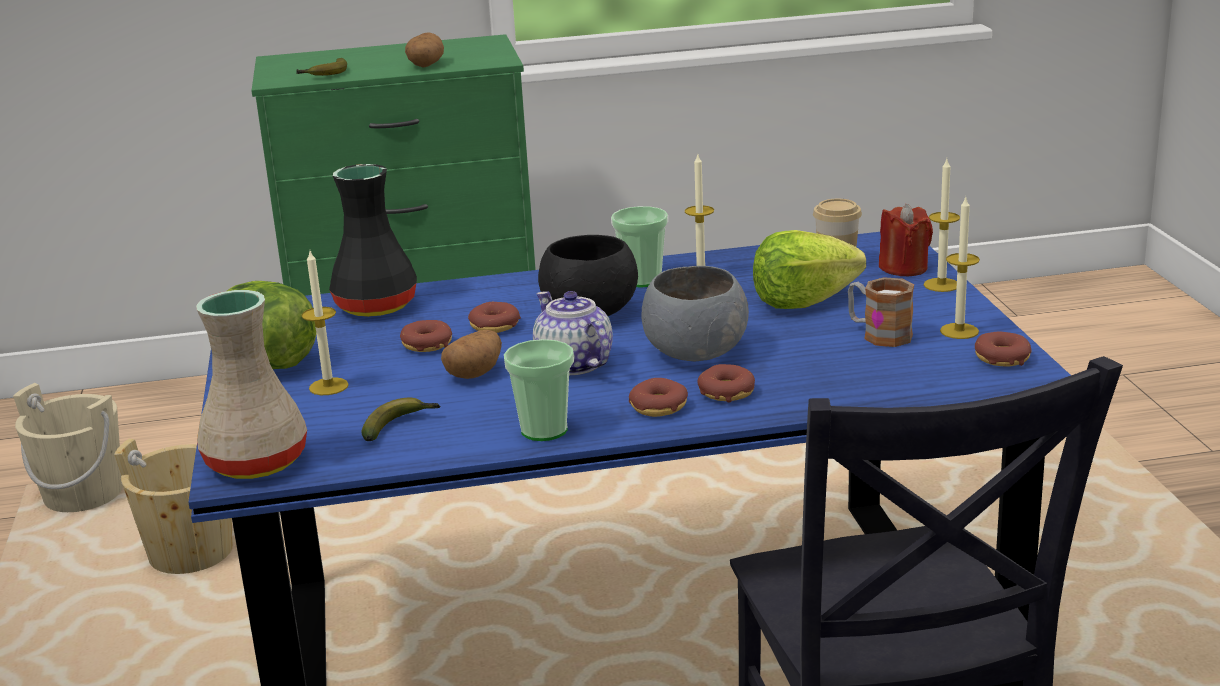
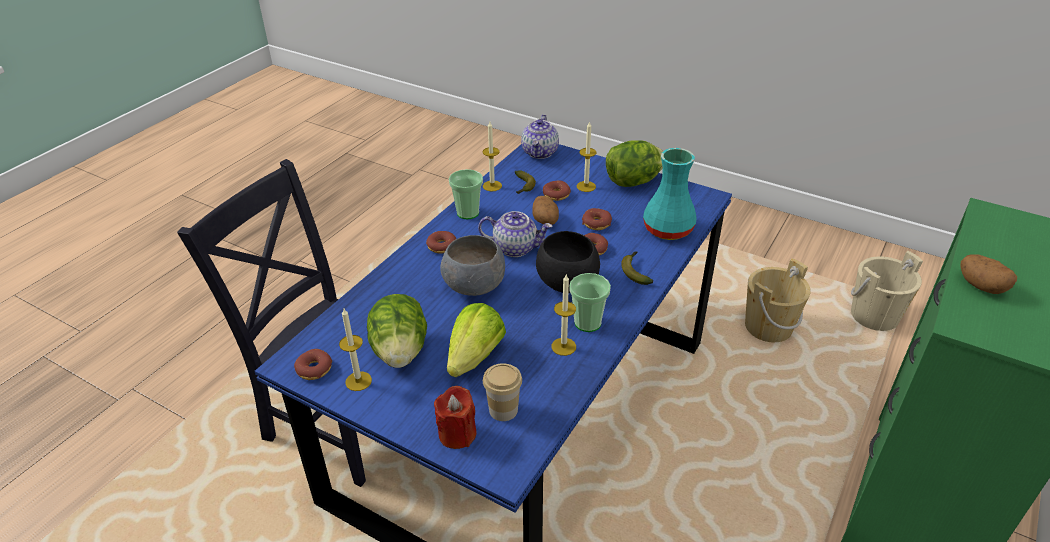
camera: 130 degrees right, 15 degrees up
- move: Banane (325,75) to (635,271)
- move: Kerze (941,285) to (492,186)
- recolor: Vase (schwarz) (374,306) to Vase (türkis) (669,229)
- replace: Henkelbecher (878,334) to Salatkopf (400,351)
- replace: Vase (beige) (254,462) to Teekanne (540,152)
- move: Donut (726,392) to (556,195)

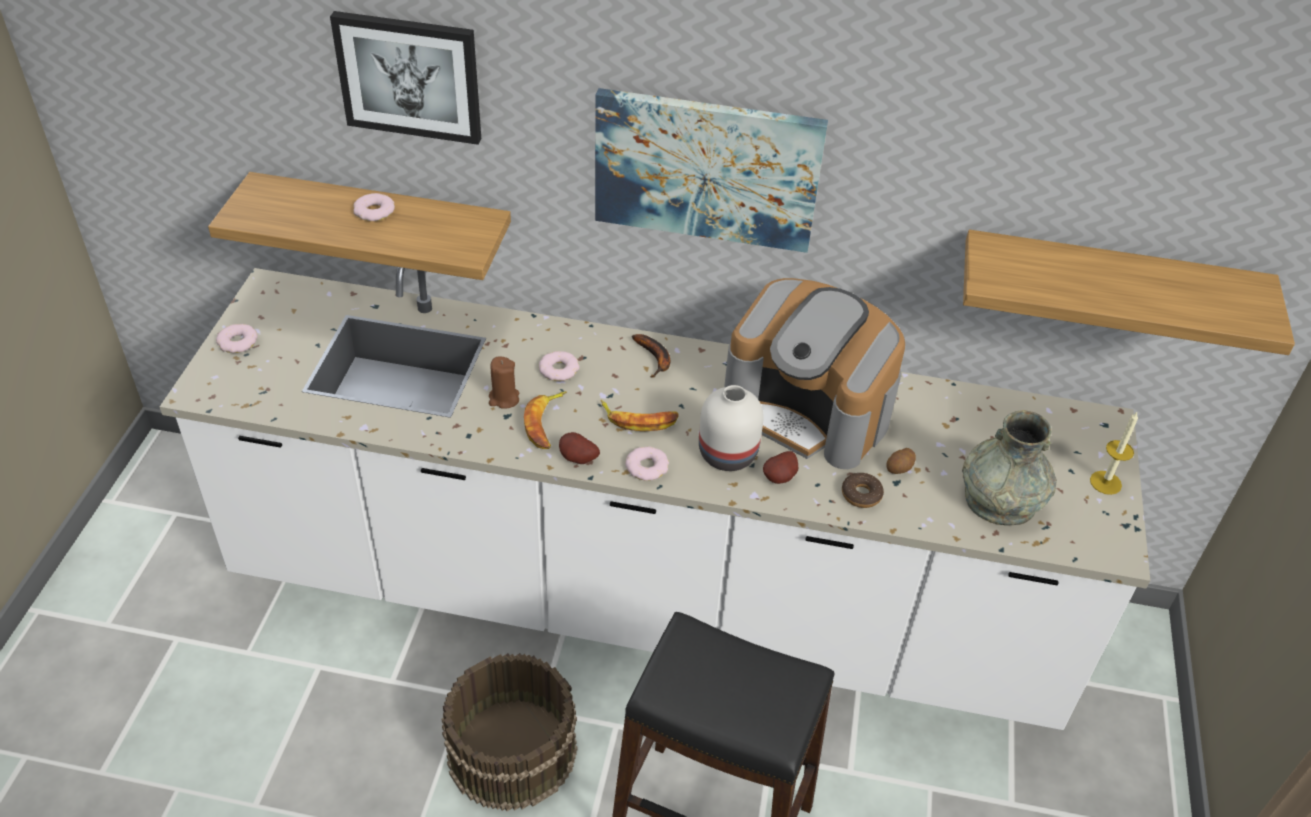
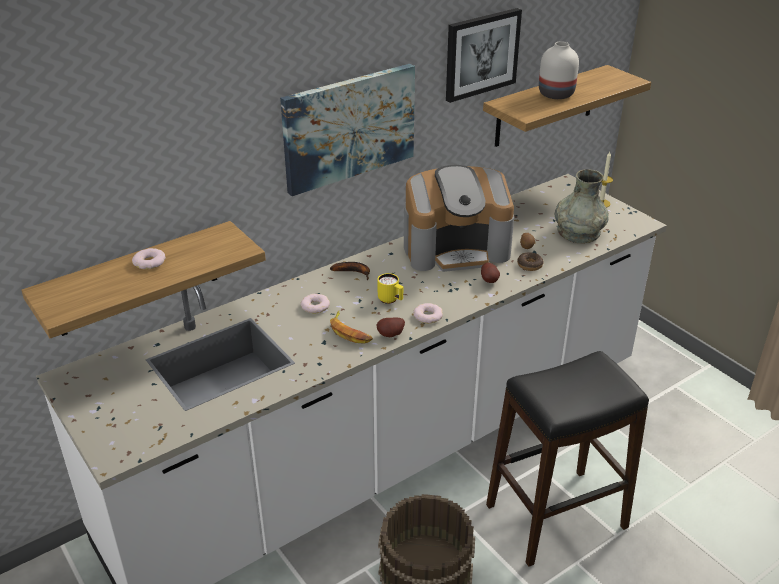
camera: 45 degrees left, 10 degrees down
- move: Bild (409,76) to (481,54)
- delete: Donut (238,342)
- delete: Kerze (braun) (504,399)
- move: Vase (weiß) (728,455) to (557,94)
- replace: Banane (639,419) to Henkelbecher (gelb) (391,300)

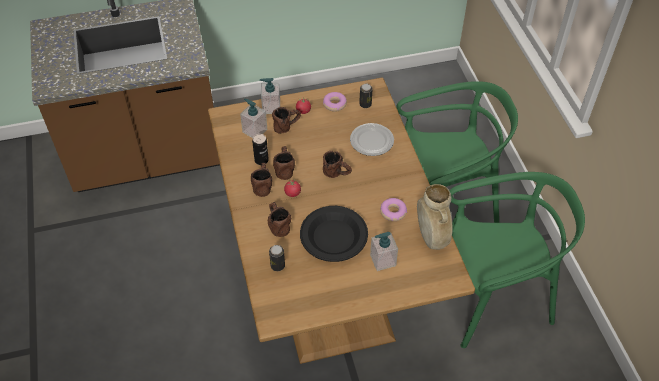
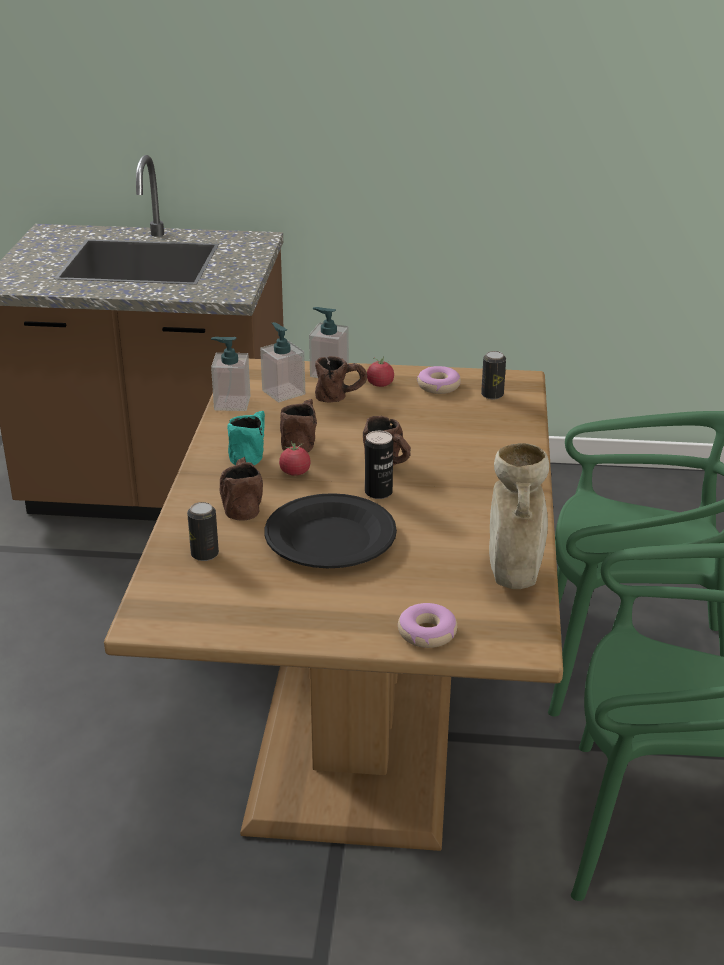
camera: 20 degrees right, 20 degrees down
- delete: Teller (372,141)
- move: Dose (261,160) to (378,492)
- recolor: Henkelbecher (braun) (262,185) to Henkelbecher (türkis) (251,454)
- move: Donut (393,212) to (427,633)
- move: Seifenspender (382,260) to (232,403)

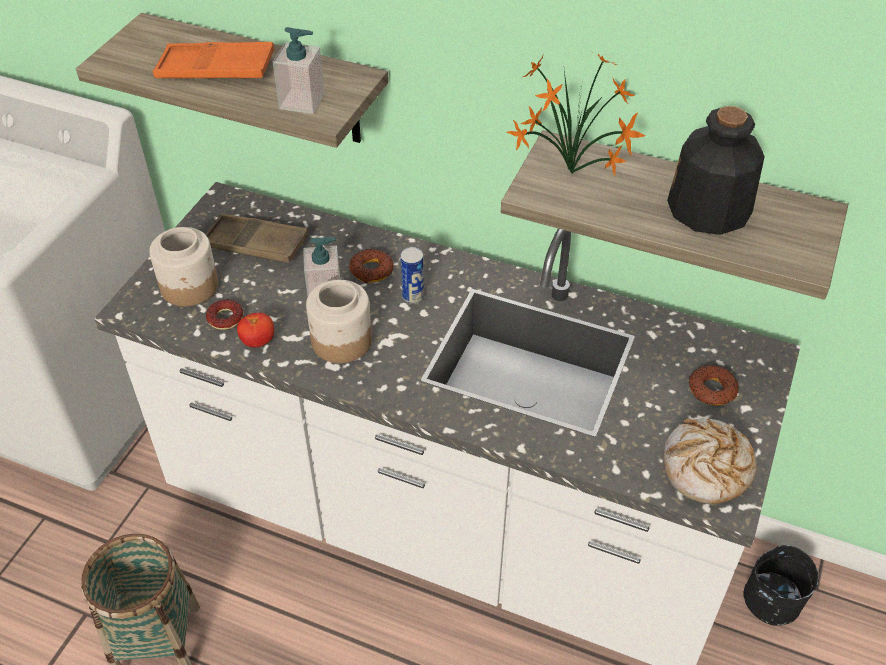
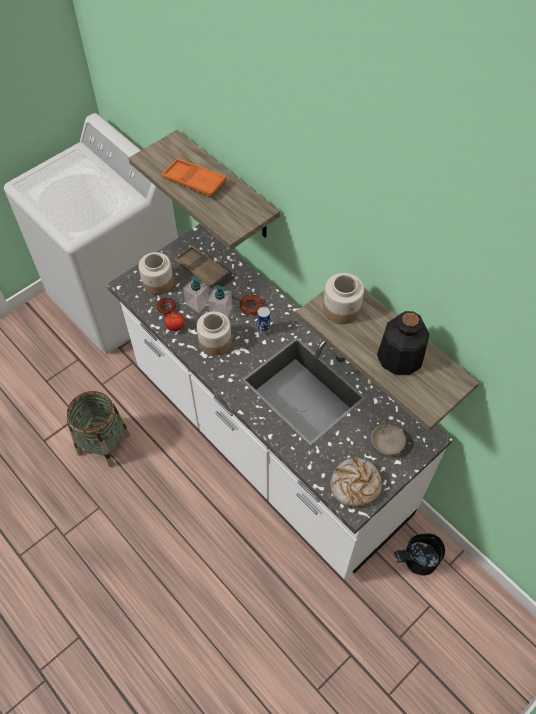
camera: 25 degrees right, 10 degrees up
- move: Seifenspender (302,101) to (198,303)
- replace: Topfpflanze (572,176) to Vorratsglas (342,309)
- replace: Donut (711,390) to Schüssel (beige) (386,444)

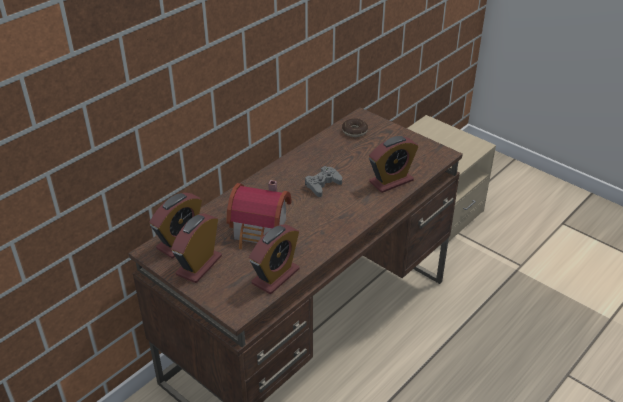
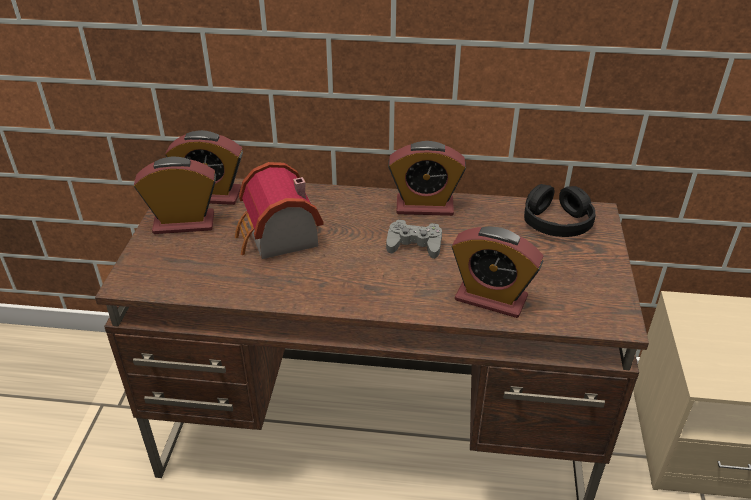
camera: 55 degrees right, 0 degrees up
- replace: Donut (354,131) to Kopfhörer (schwarz) (556,221)
- move: Wecker (275,276) to (424,206)

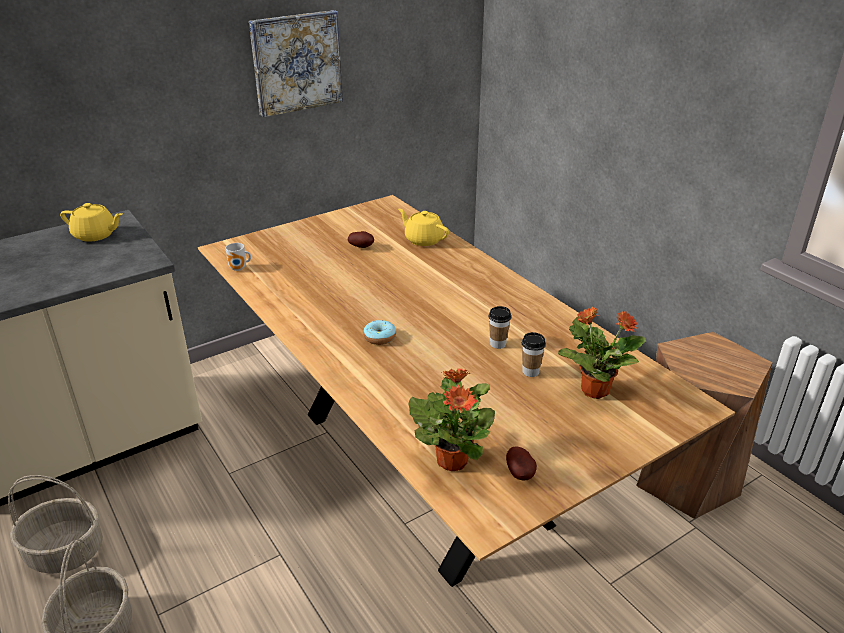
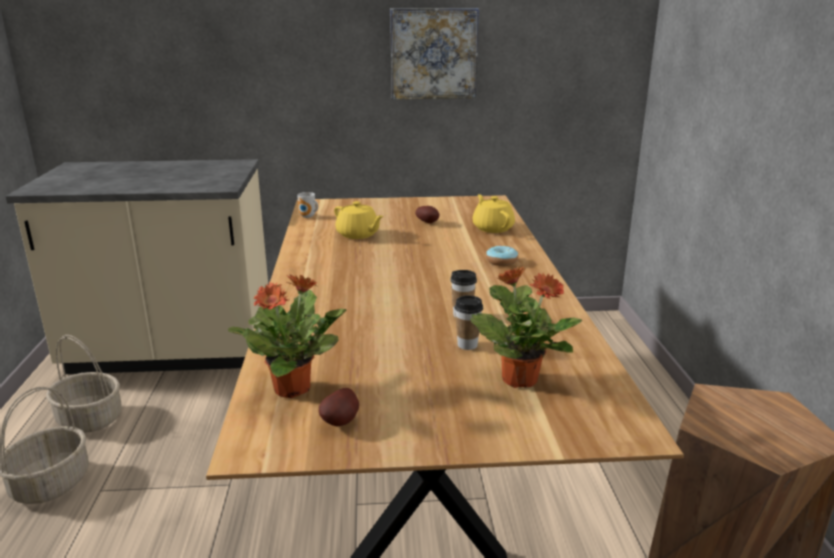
camera: 30 degrees right, 10 degrees down
- move: Teekanne (gelb) (96,235) to (358,235)
- move: Donut (379,337) to (501,262)

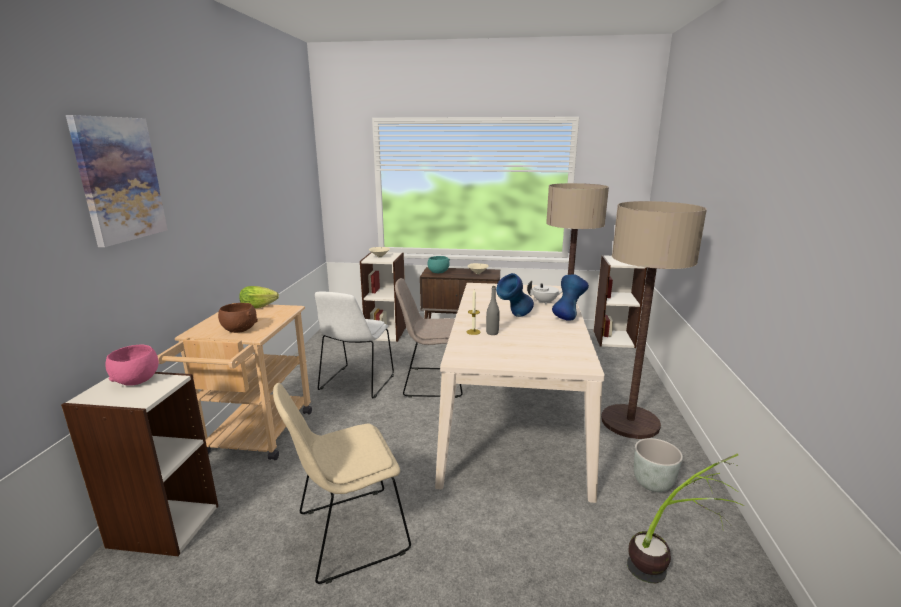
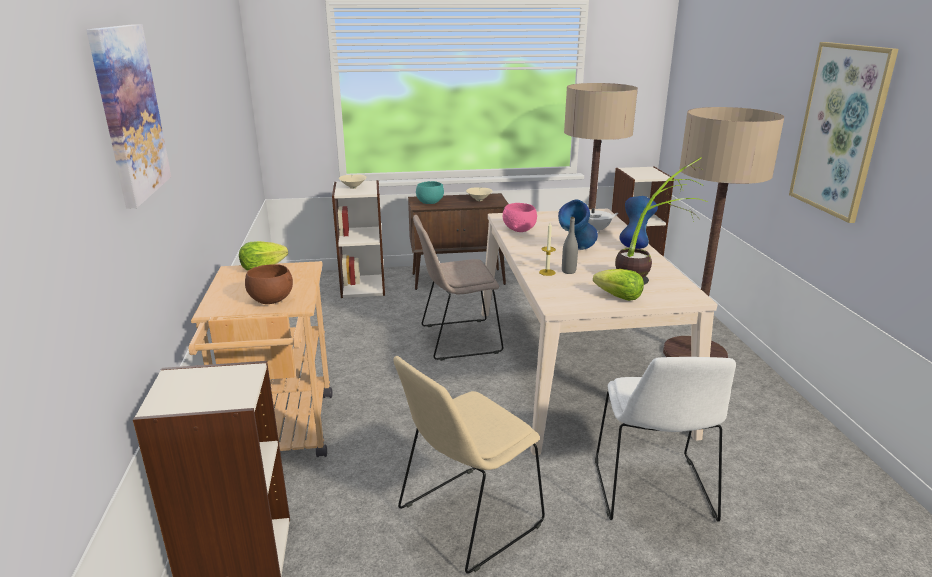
camera: 15 degrees left, 5 degrees up
- move: Stuhl (weiß) (356,383) to (653,492)
- move: Schüssel (rosa) (137,380) to (520,230)
- delete: Pflanzkübel (grau) (653,484)
- move: Topfpflanze (668,566) to (649,276)
- insert: Bild (840,130)
- insert: Salatkopf (619,297)

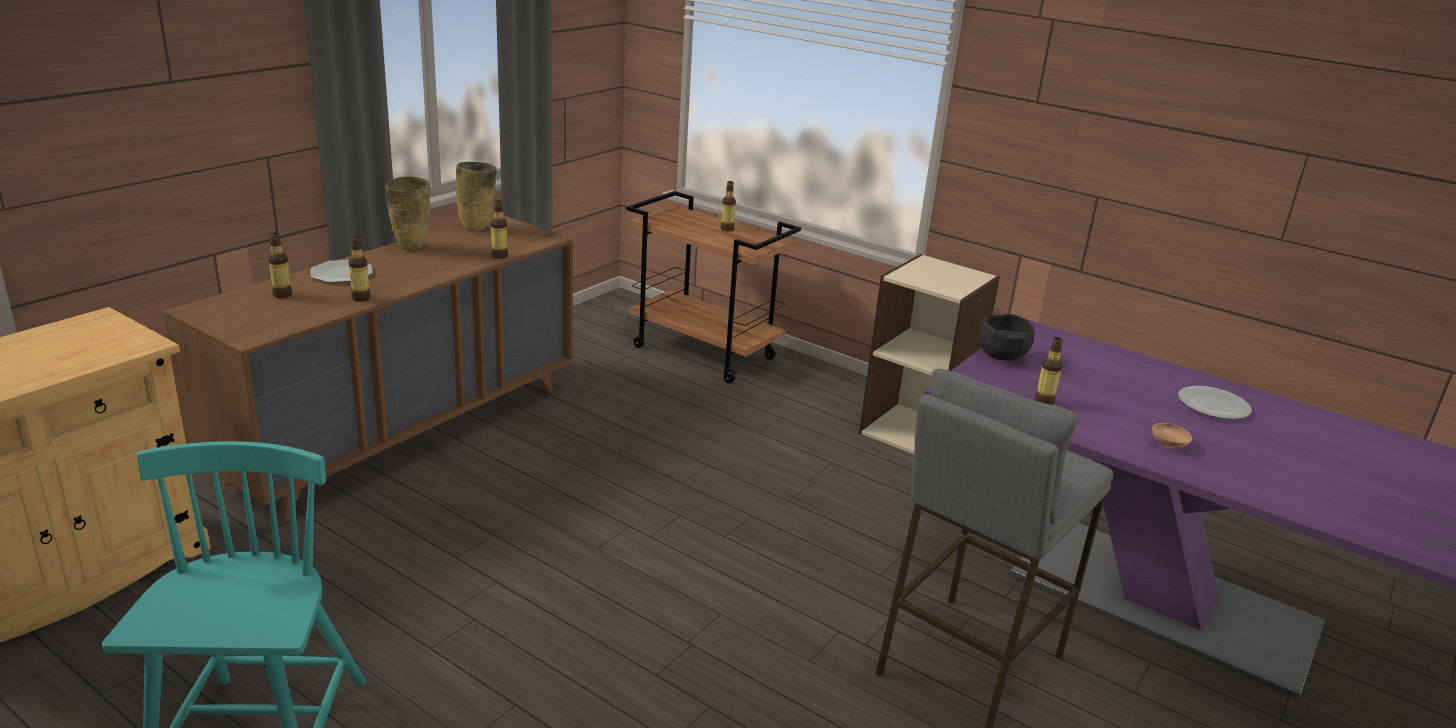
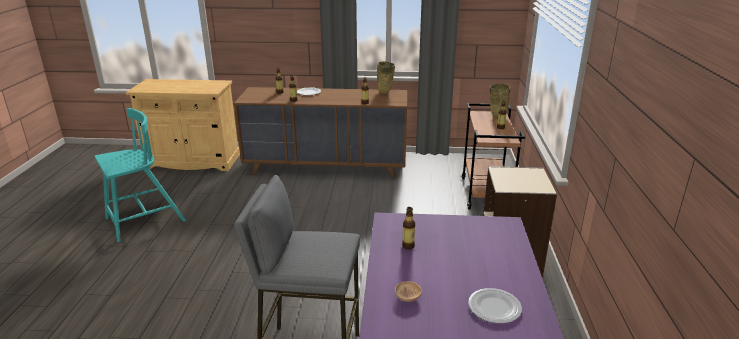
camera: 60 degrees right, 0 degrees up
- move: Vase (beige) (411,248) to (496,116)
- delete: Schüssel (schwarz) (1001,356)

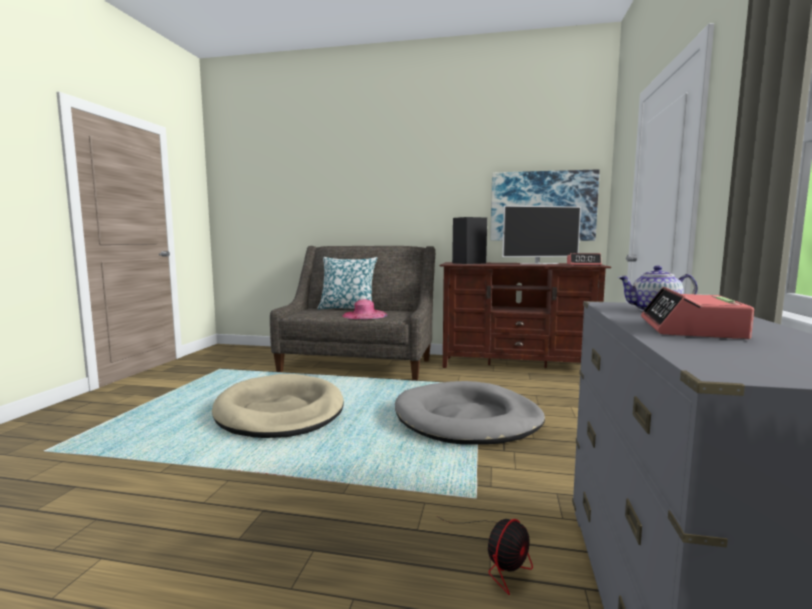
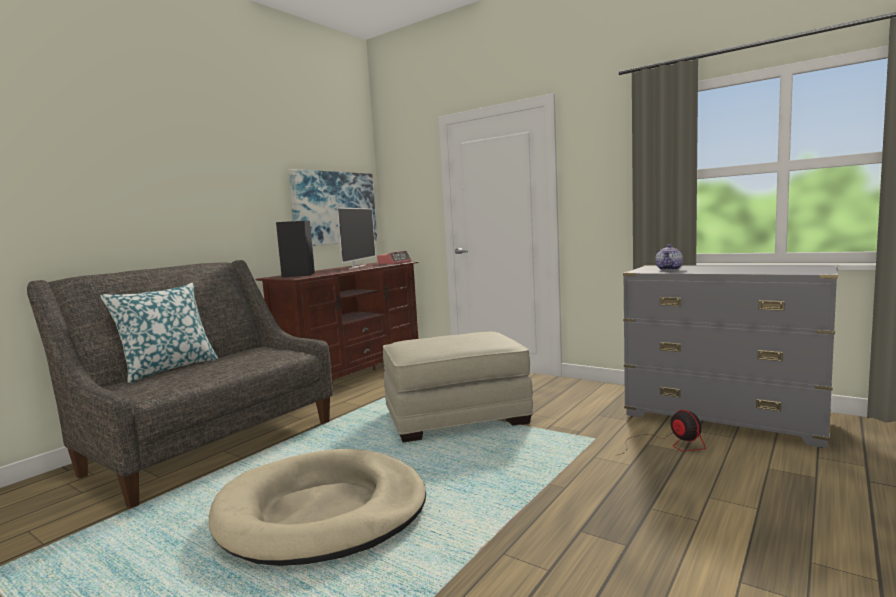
camera: 65 degrees left, 0 degrees up
- delete: Wecker (690,329)
- delete: Hut (rosa) (364,315)
- replace: Hundebett (grau) (468,419) to Polsterhocker (beige) (457,417)

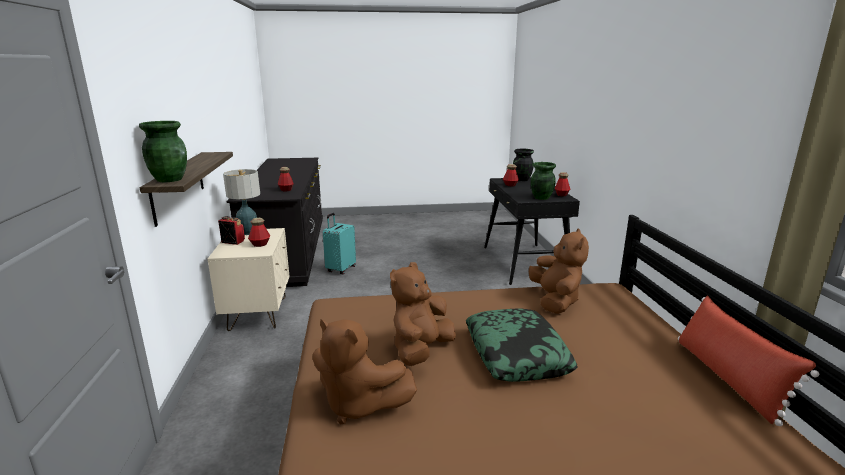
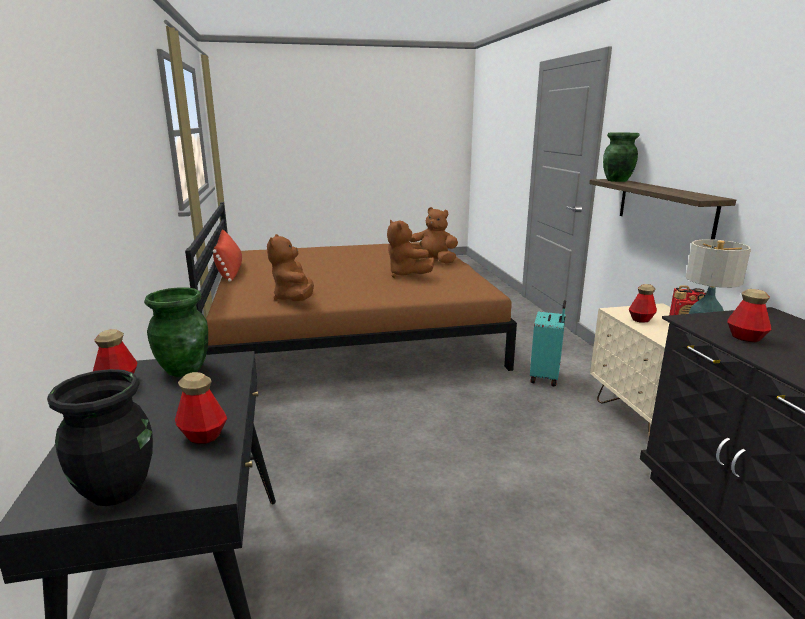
camera: 175 degrees right, 0 degrees up
- move: Koffer (türkis) (340,269) to (545,377)
- rotate: Plüschtier (braun) (421,351) = (406,275) 120 degrees clockwise
- delete: Kissen (516,354)

